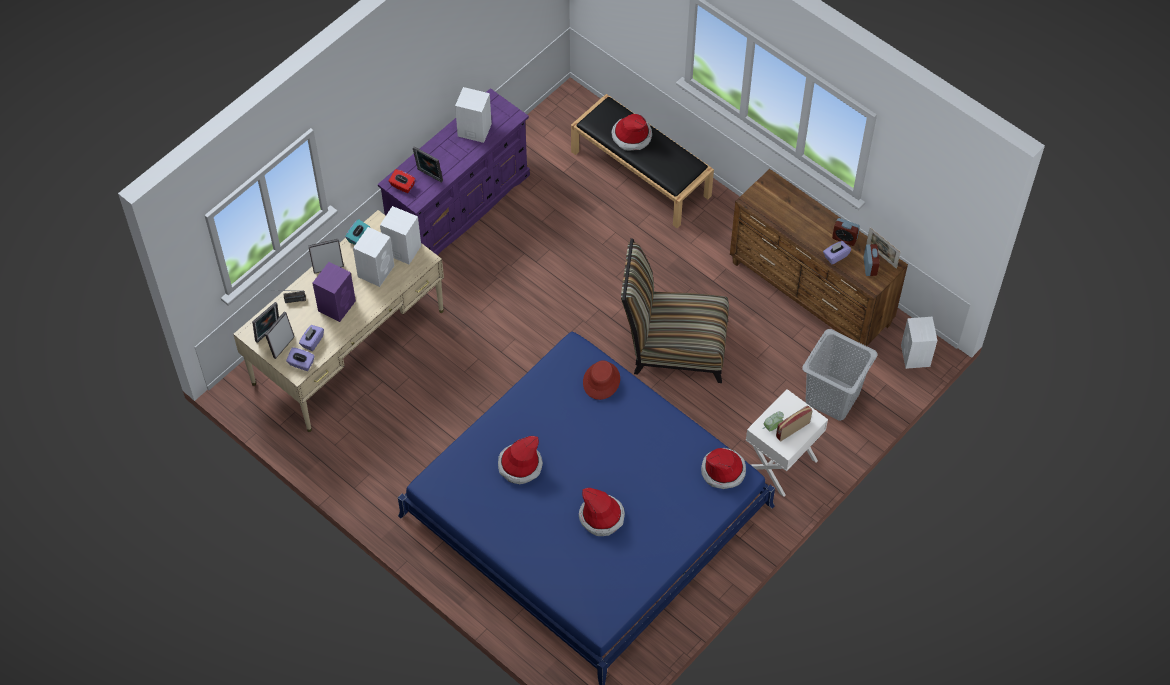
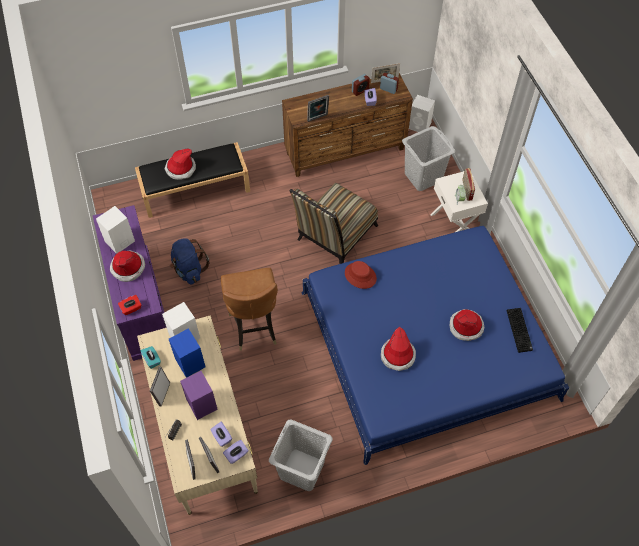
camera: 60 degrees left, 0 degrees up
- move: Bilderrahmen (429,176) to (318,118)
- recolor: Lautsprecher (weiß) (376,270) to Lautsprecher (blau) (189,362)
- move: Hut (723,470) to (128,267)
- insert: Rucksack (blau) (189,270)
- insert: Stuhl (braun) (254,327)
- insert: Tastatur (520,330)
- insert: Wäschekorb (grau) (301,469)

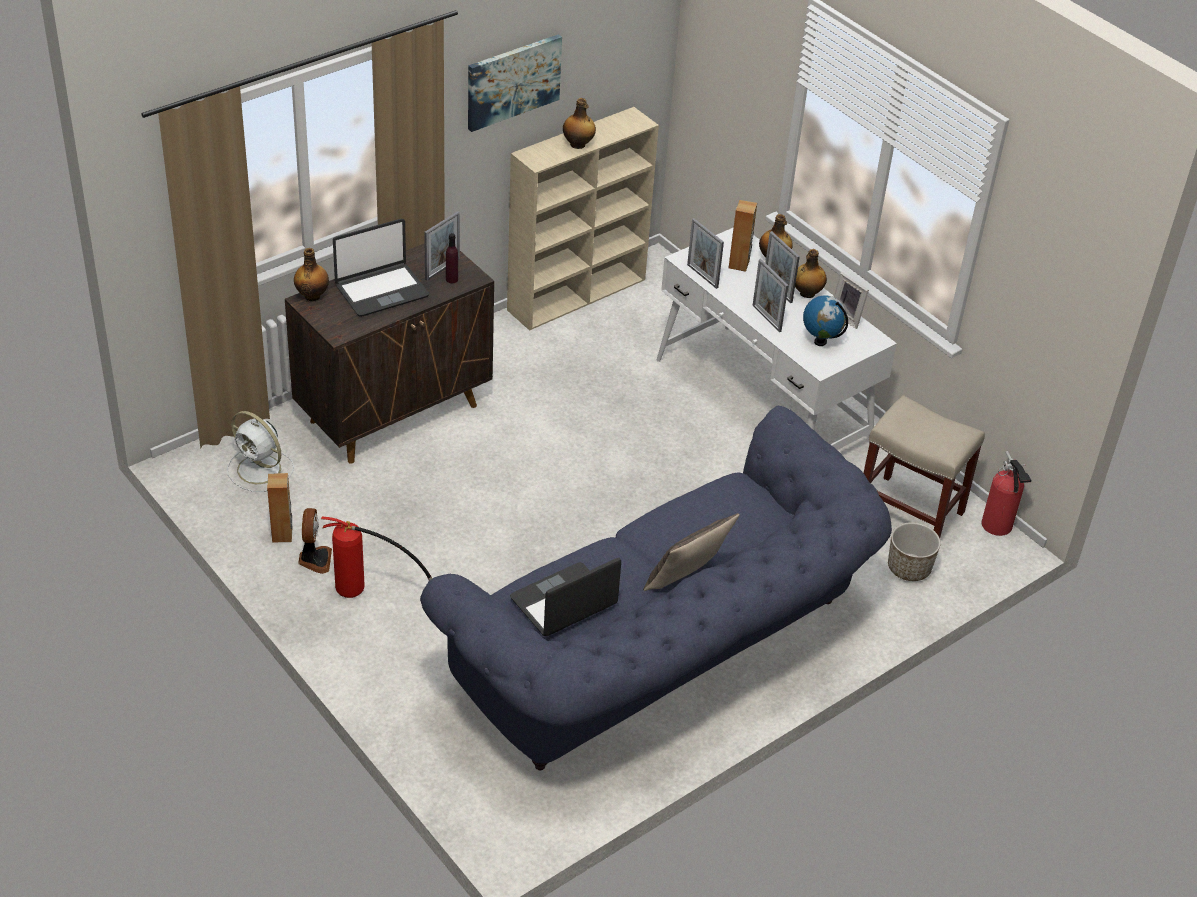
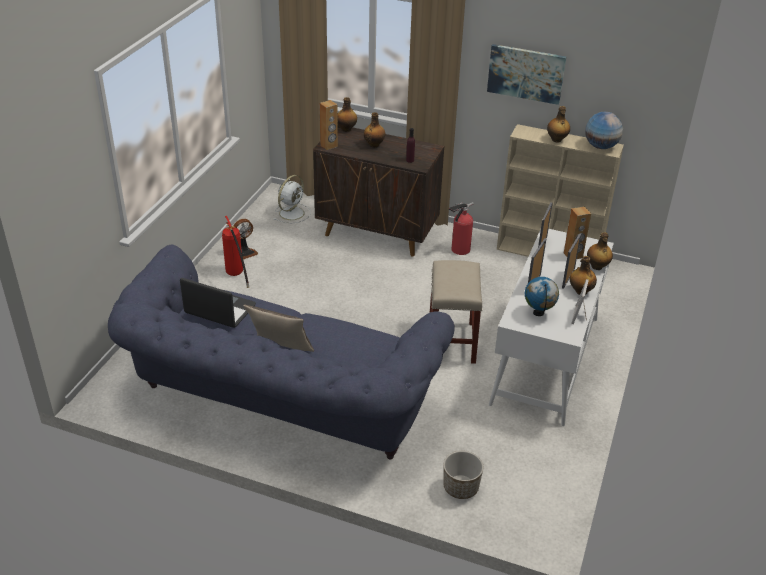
camera: 60 degrees right, 5 degrees down
- delete: Bilderrahmen (442,269)
- replace: Laptop (381,290) to Flasche (374,145)
- move: Hocker (beige) (908,511) to (451,341)
- rotate: Ventilator (weiß) (260,470) = (292,213) 150 degrees counterclockwise
- move: Feuerlöscher (997,527) to (459,250)
- move: Lautsprecher (braun) (282,534) to (329,146)
- insert: Globus (600,146)

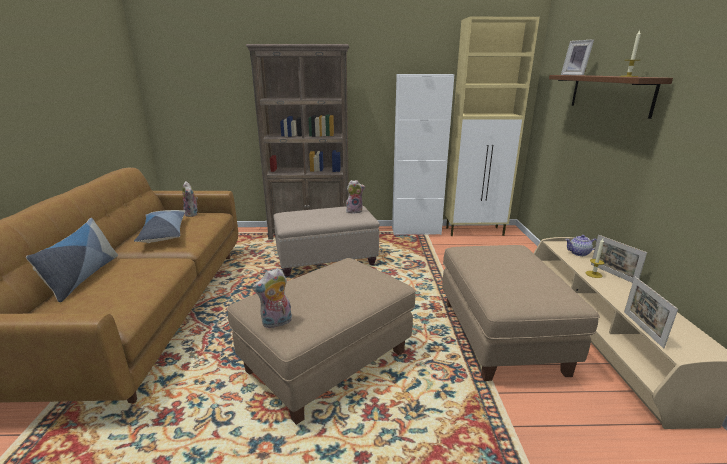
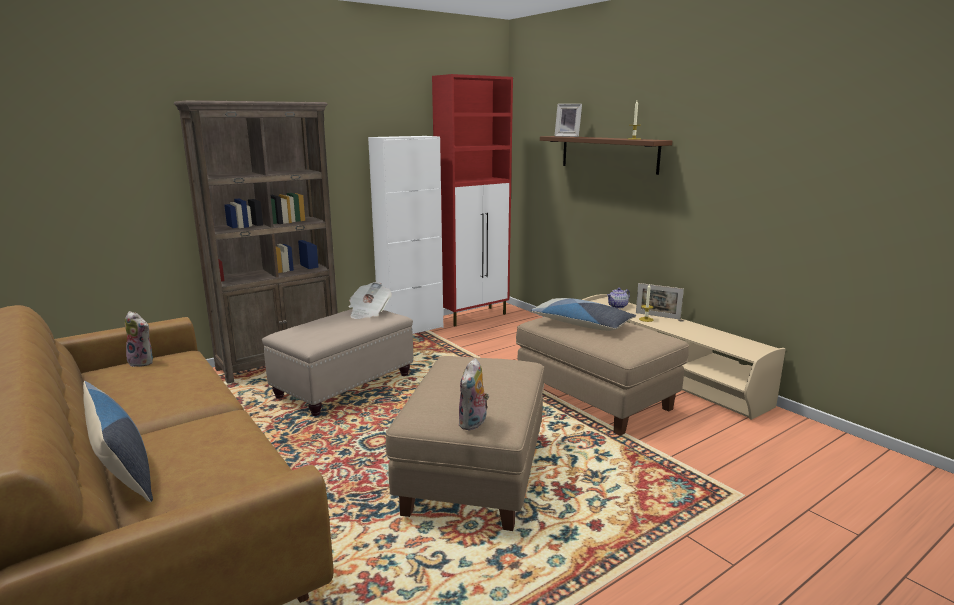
camera: 35 degrees left, 5 degrees down
- recolor: Schrank (beige) (475,231) to Schrank (rot) (474,316)
- replace: Plüschtier (354,211) to Zeitung (368,312)
- move: Kissen (163,233) to (581,323)
- delete: Bilderrahmen (642,329)

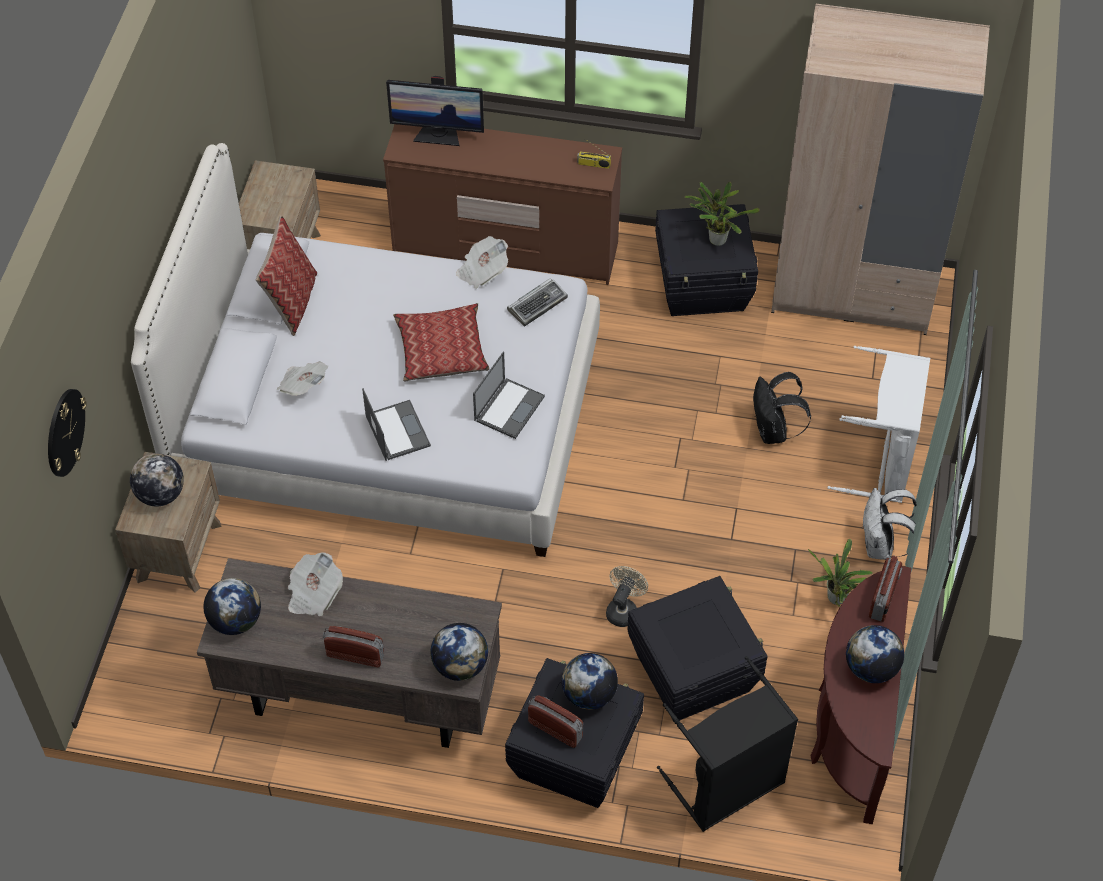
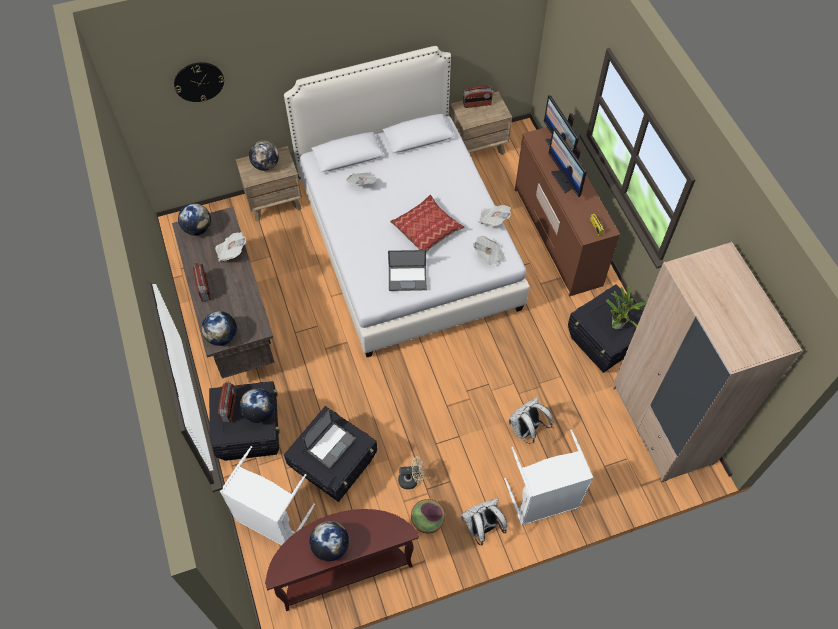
camera: 60 degrees right, 5 degrees up
- delete: Kissen (292,302)
- replace: Tastatur (538,304) to Zeitung (489,256)
- recolor: Rucksack (schwarz) (773,432) to Rucksack (weiß) (526,430)
- move: Laptop (397,430) to (331,444)
- replace: Topfpflanze (836,600) to Schüssel (428,520)
- move: Radio (883,599) to (477,104)
- move: Ventilator (beige) (623,609) to (411,479)
- recolor: Wäschekorb (schwarz) (728,786) to Wäschekorb (weiß) (271,520)
- insert: Monitor (564,180)

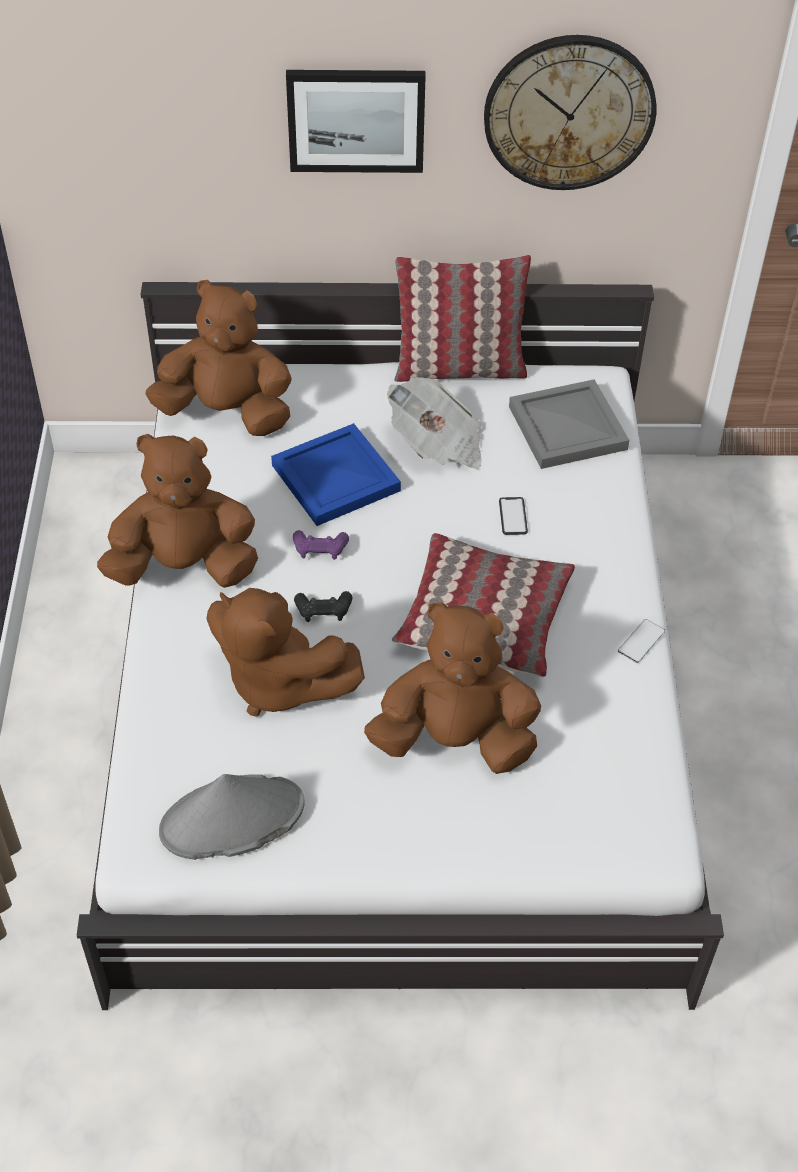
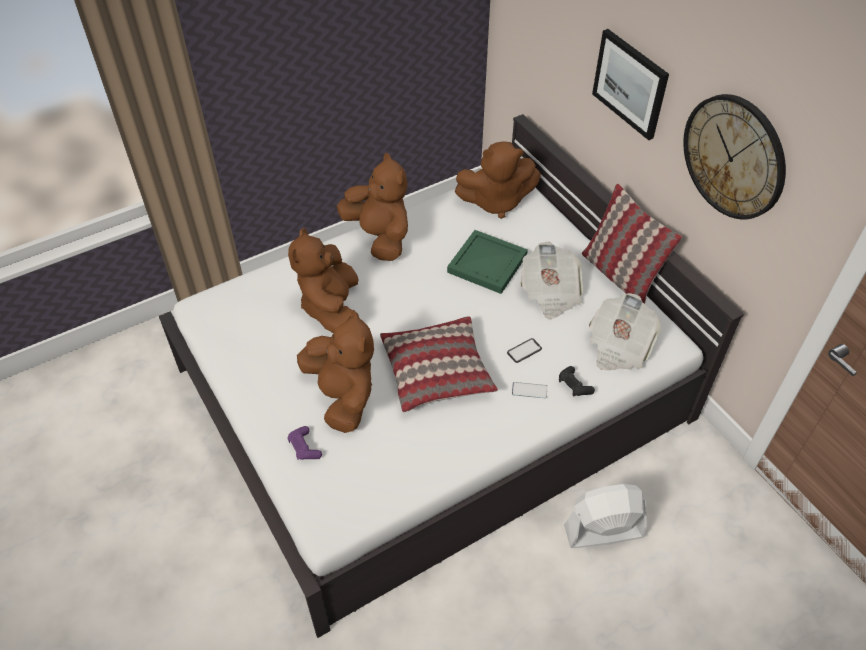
camera: 60 degrees right, 0 degrees up
- rotate: Plüschtier (braun) (227,412) = (496,202) 105 degrees clockwise
- replace: Tablett (grau) (569,428) to Zeitung (618,346)
- recolor: Tablett (blau) (338,478) to Tablett (grün) (487,264)
- move: Gamepad (lila) (320,549) to (304,447)
- move: Gamepad (schwarz) (323,611) to (574,385)
- move: Handy (641,641) to (529,390)
- delete: Hut (grau) (232,819)
- insert: Ventilator (weiß) (603,531)

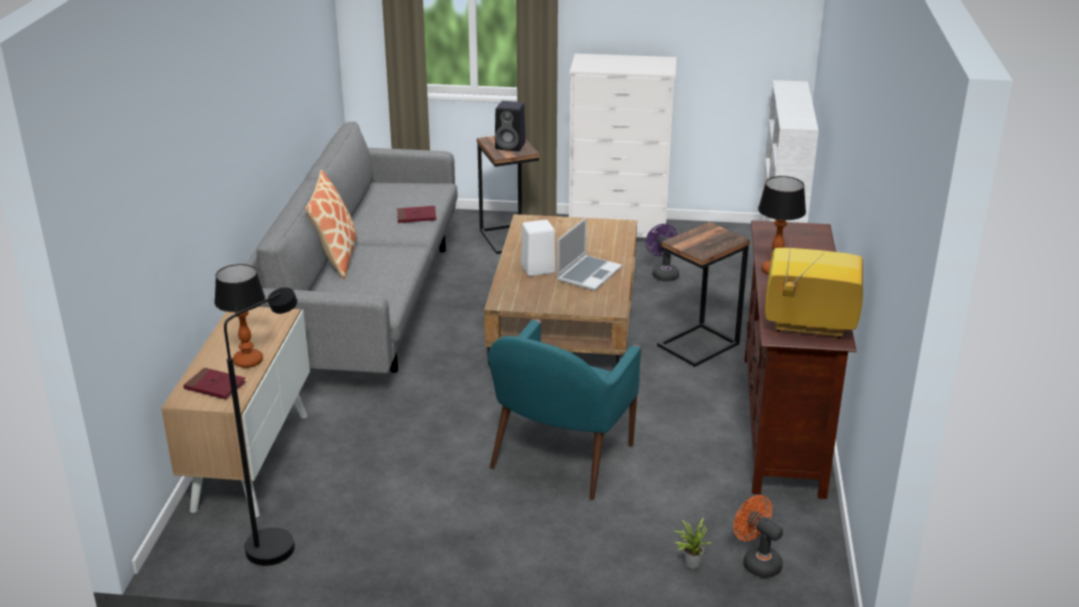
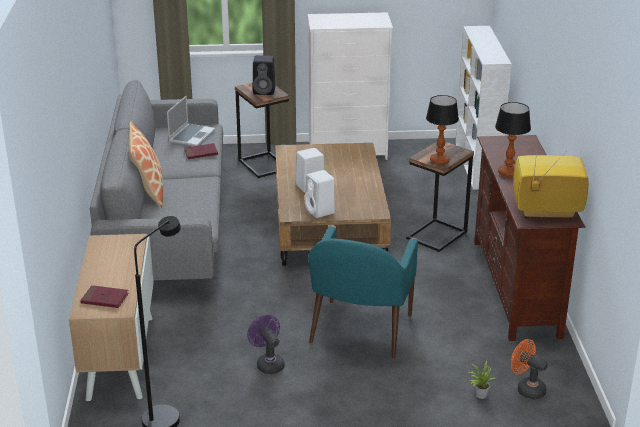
camera: 10 degrees left, 0 degrees up
- move: Laptop (588,274) to (191,136)
- move: Ventilator (lila) (663,273) to (268,363)
- move: Tischlampe (247,361) to (439,161)
- insert: Lautsprecher (weiß) (320,211)

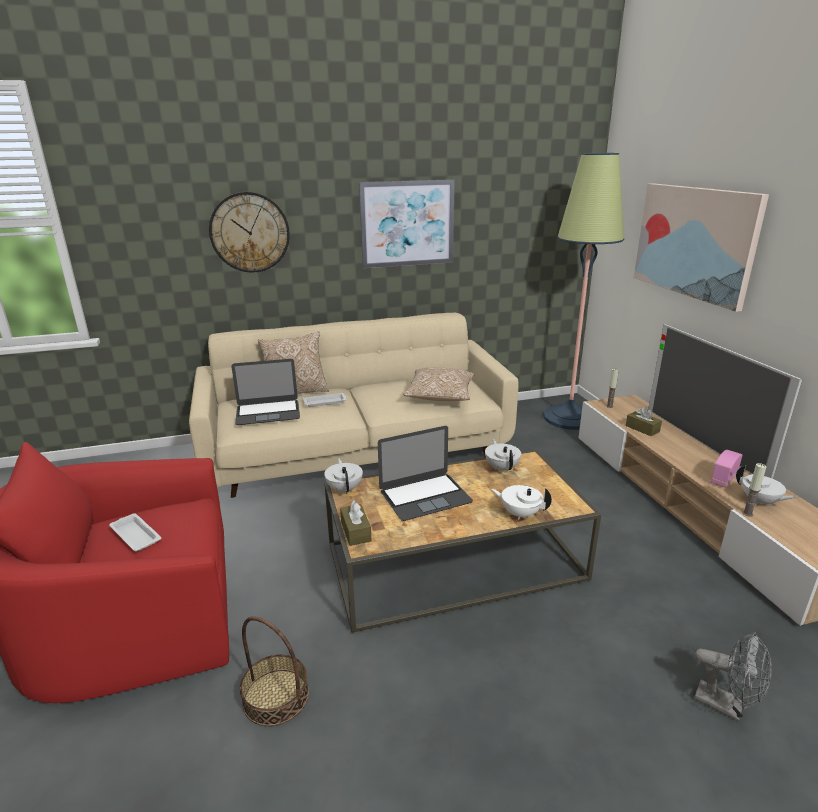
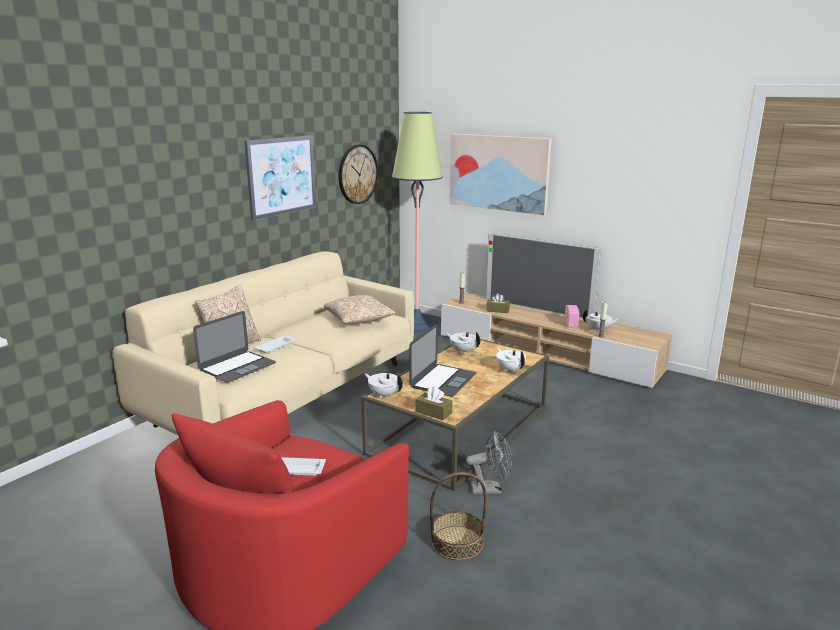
camera: 40 degrees left, 5 degrees down
- move: Wanduhr (249,232) to (357,174)
- rotate: Teekanne (weiß) (520,513) = (510,369) 75 degrees clockwise
- move: Ventilator (grau) (726,706) to (491,489)

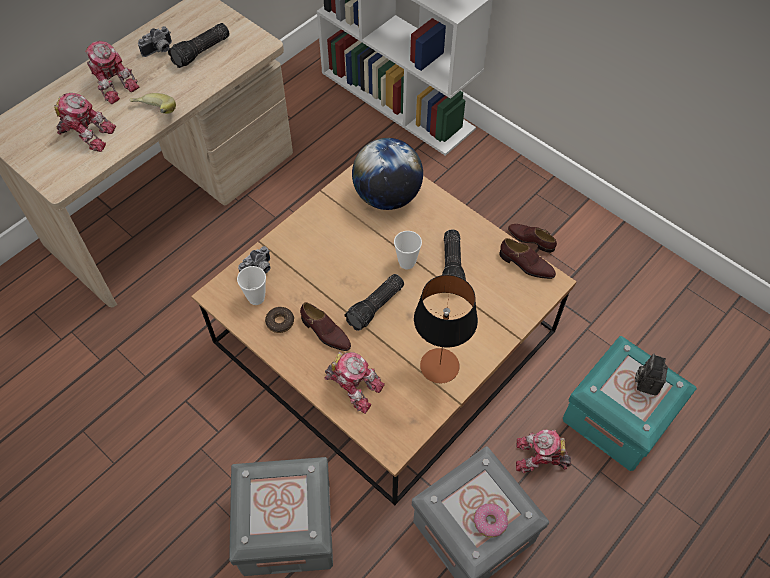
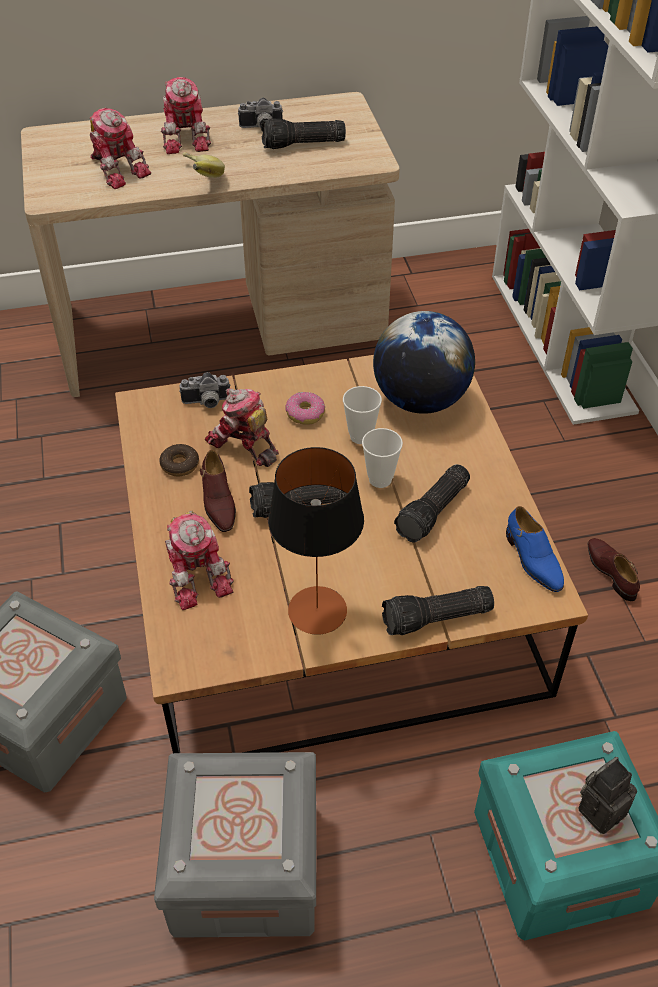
camera: 35 degrees right, 10 degrees down
- recolor: Schuh (braun) (526,265) to Schuh (blau) (532,560)
- move: Tasse (256,298) to (361,436)
- move: Spielzeugroboter (540,458) to (243,444)
- move: Donut (489,522) to (305,413)
- insert: Taschenlampe (436,619)

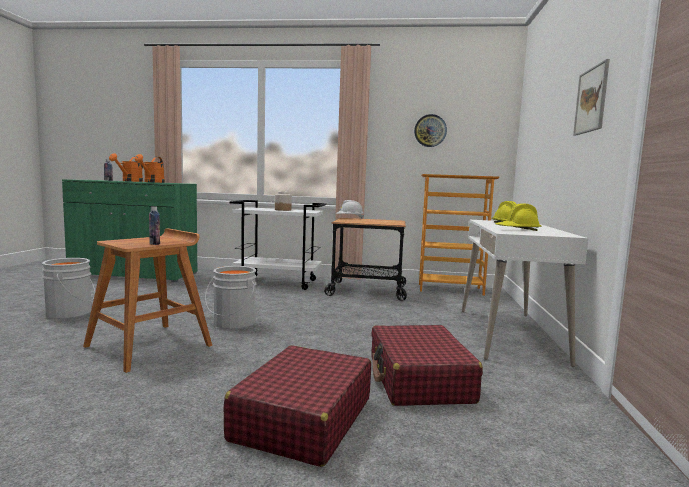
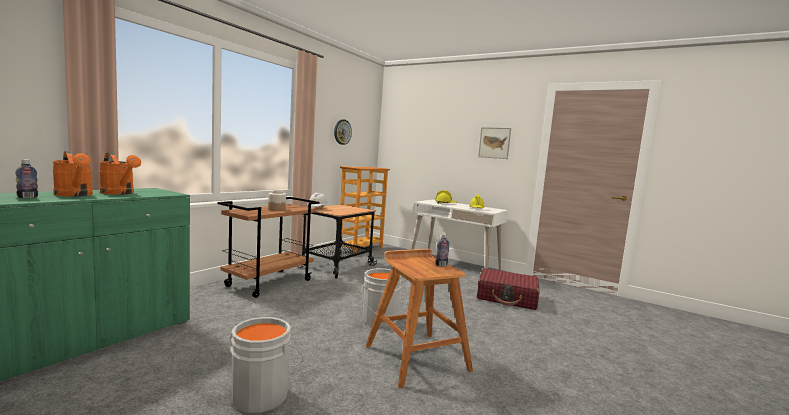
camera: 65 degrees left, 0 degrees up
- recolor: Rollwagen (weiß) (279,282) to Rollwagen (braun) (269,283)
- delete: Koffer (rot) (302,419)

